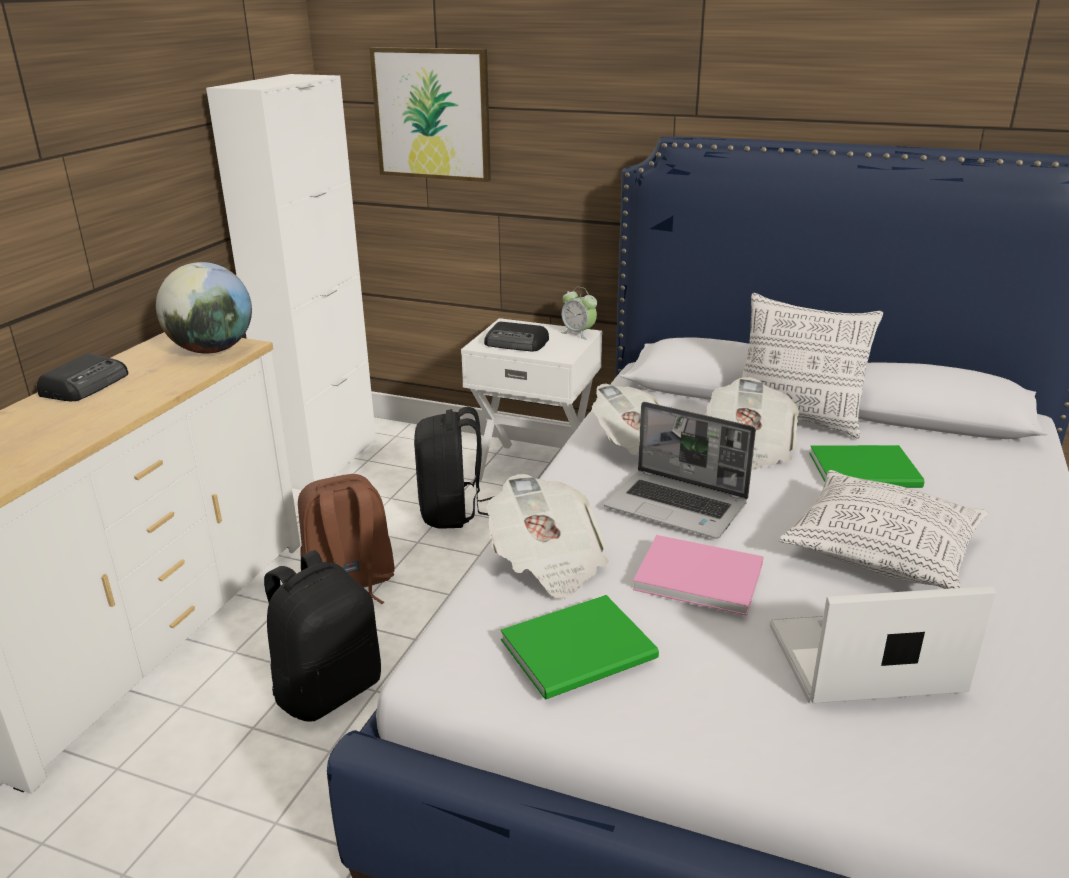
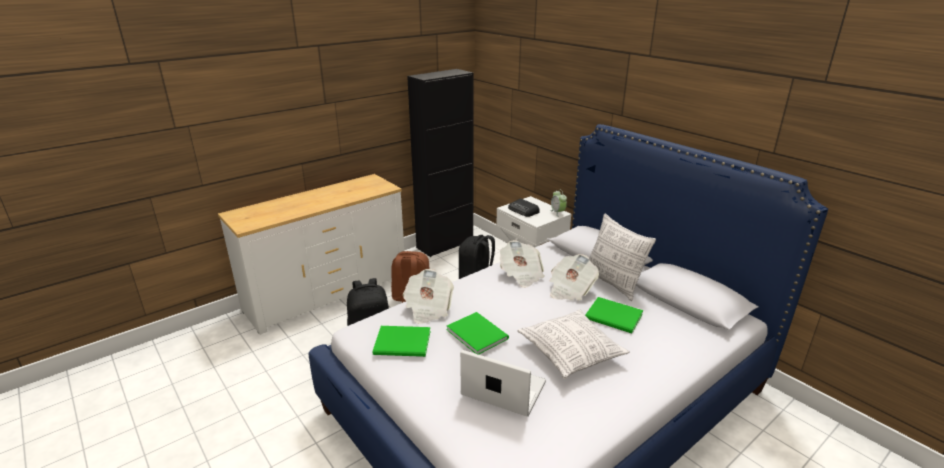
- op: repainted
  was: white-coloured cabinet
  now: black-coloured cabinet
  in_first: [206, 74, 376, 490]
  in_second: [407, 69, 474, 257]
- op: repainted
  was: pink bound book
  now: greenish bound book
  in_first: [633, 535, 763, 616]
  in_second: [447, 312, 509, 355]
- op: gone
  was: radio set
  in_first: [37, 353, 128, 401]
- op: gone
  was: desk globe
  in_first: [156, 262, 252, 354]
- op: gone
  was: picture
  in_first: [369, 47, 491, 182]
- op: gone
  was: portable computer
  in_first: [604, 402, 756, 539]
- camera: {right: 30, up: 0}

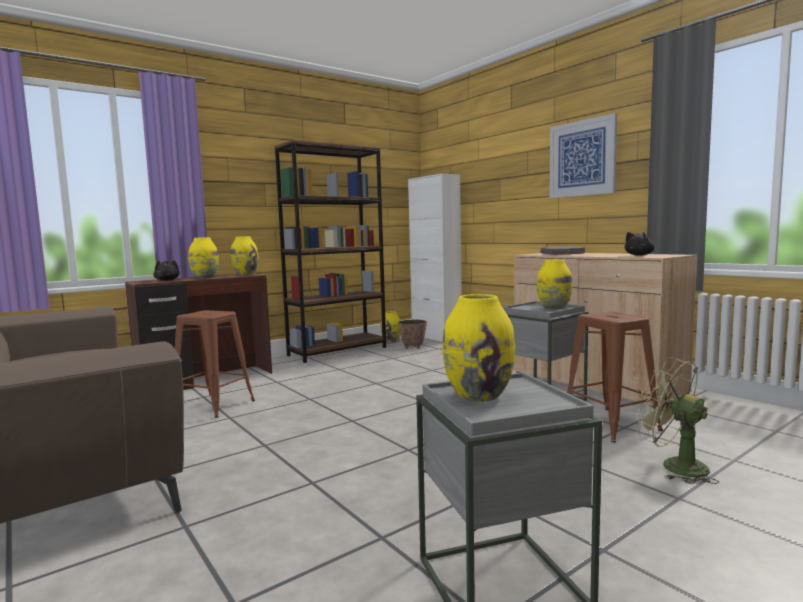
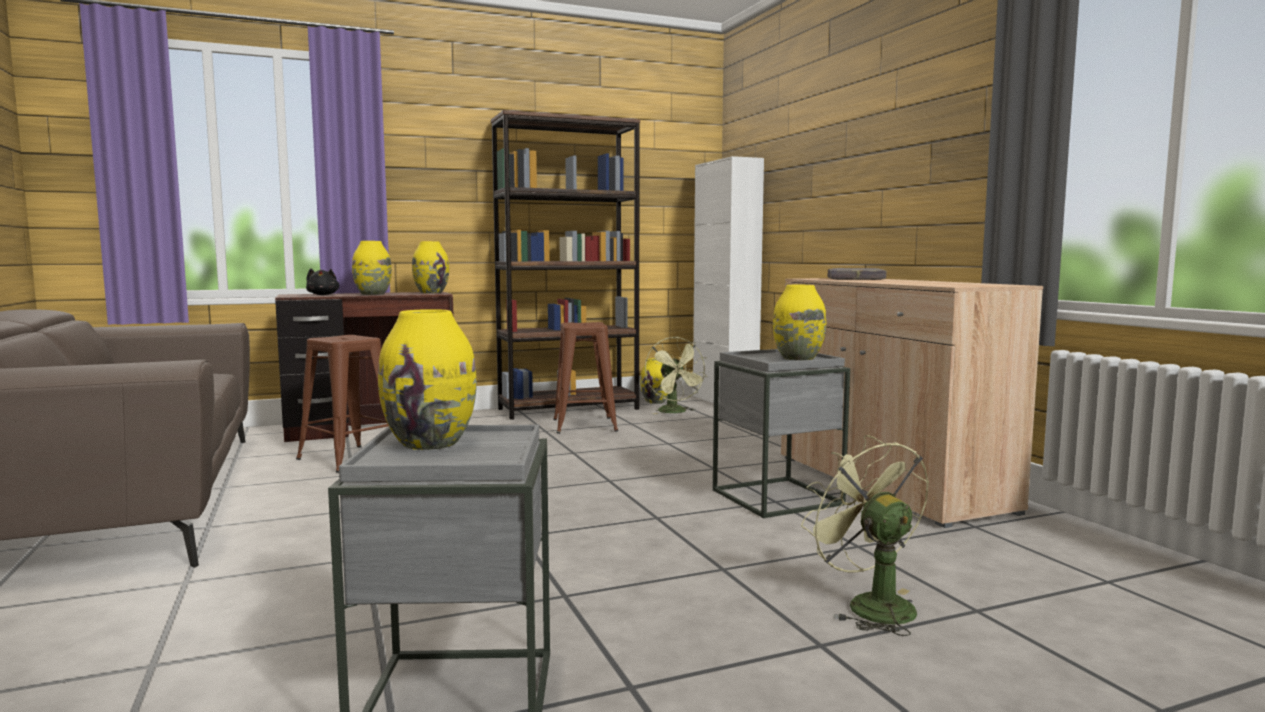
- op: shifted
  was: brownish stool seat
  in_first: [567, 311, 663, 443]
  in_second: [553, 322, 618, 434]
- op: swapped
  was: planter
  now: greenish fan
  in_first: [398, 320, 427, 349]
  in_second: [645, 336, 707, 414]
- op: gone
  was: picture
  in_first: [549, 113, 617, 198]
- op: gone
  was: black-coloured soft toy
  in_first: [624, 232, 654, 256]
- camera: {right: 15, up: 0}

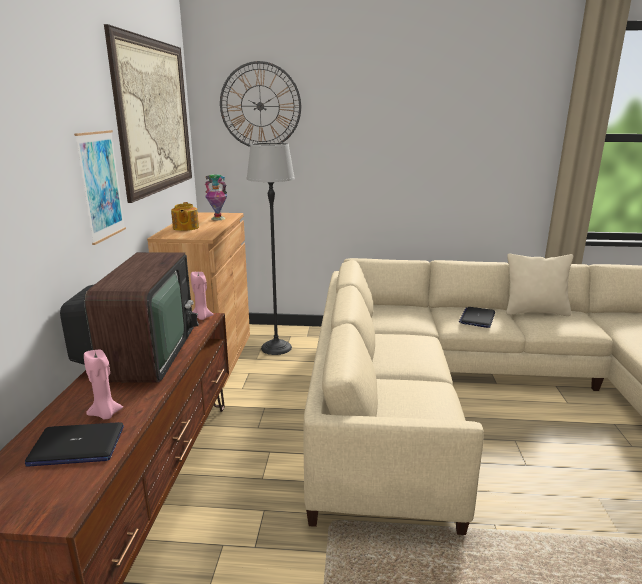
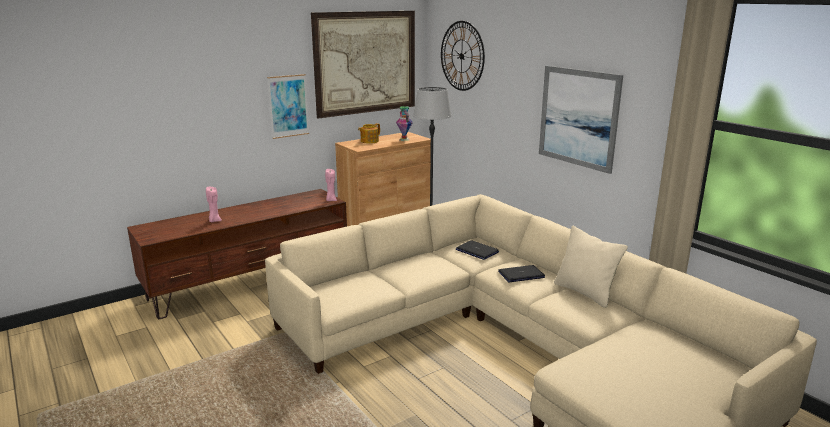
- op: shifted
  was: portable computer
  in_first: [25, 422, 124, 467]
  in_second: [456, 240, 499, 260]
- op: new
  now: picture
  in_second: [539, 66, 623, 174]
- op: gone
  was: TV set
  in_first: [60, 252, 199, 383]
- camera: {right: 50, up: 0}

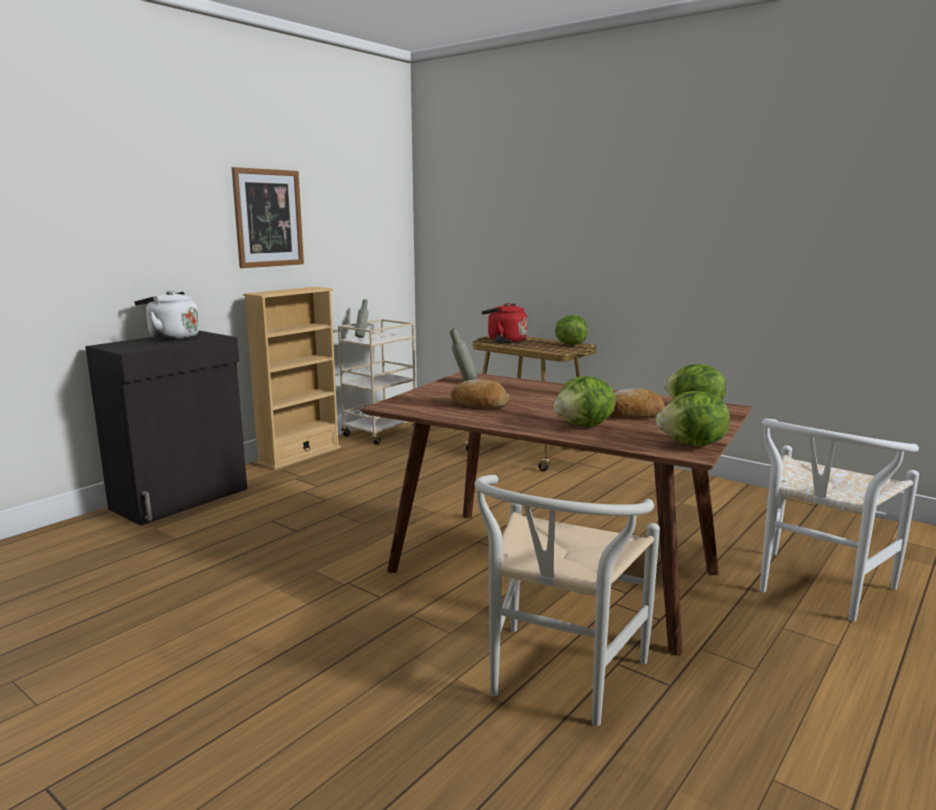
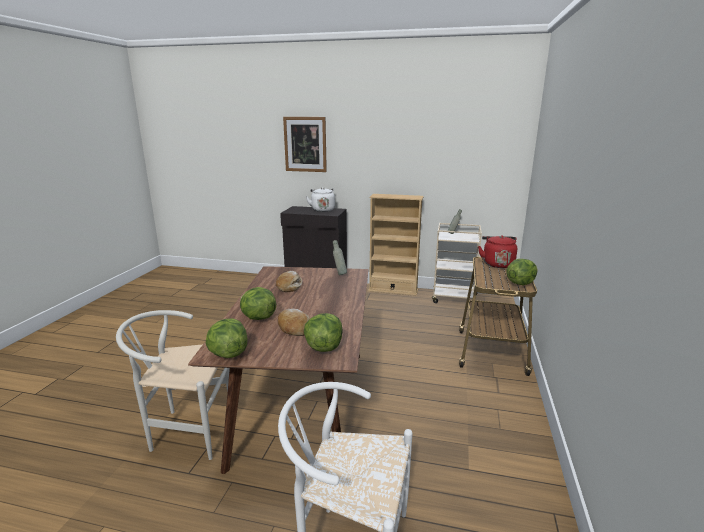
- op: shifted
  was: picture
  in_first: [232, 167, 304, 268]
  in_second: [283, 117, 327, 172]
- camera: {right: 65, up: 5}

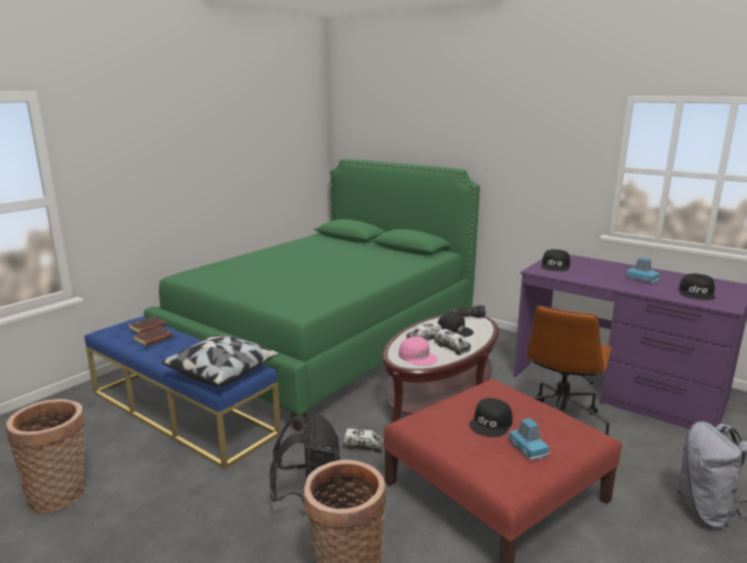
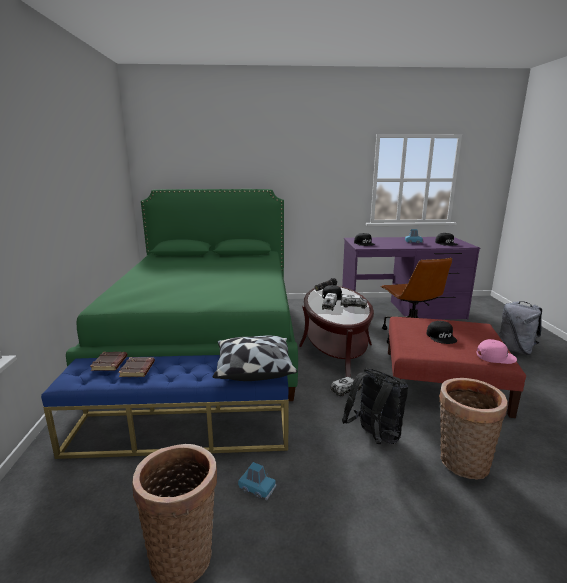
- op: shifted
  was: blue-coloured model car
  in_first: [509, 418, 550, 461]
  in_second: [238, 462, 276, 500]
- op: shifted
  was: pink cap
  in_first: [399, 337, 438, 366]
  in_second: [476, 339, 517, 364]
- camera: {right: -40, up: 0}

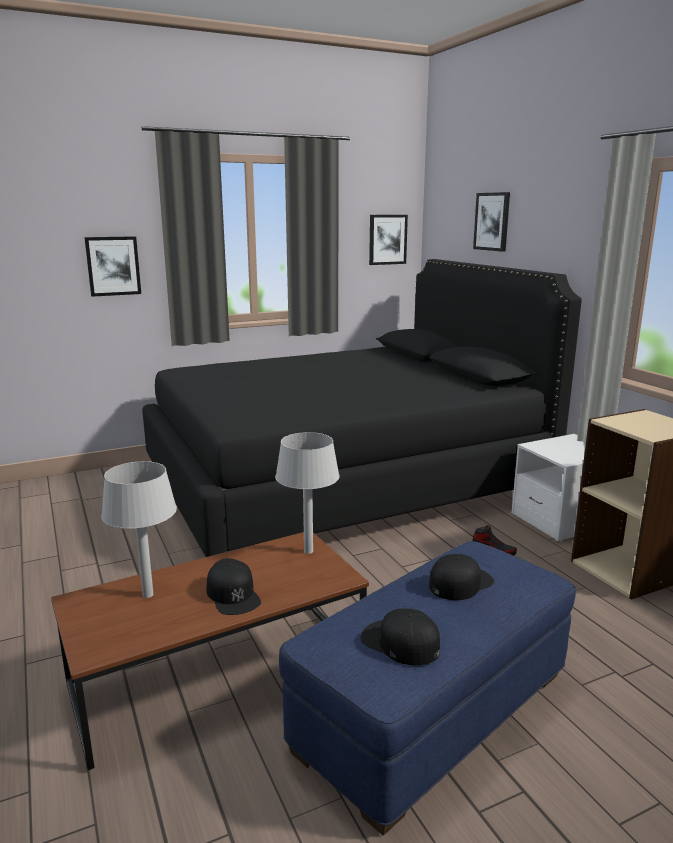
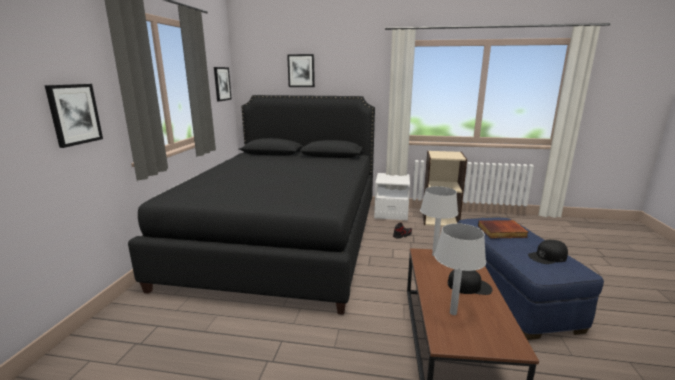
- op: swapped
  was: black-coloured cap
  now: bound book
  in_first: [429, 554, 494, 600]
  in_second: [478, 220, 528, 238]
- camera: {right: -55, up: 0}

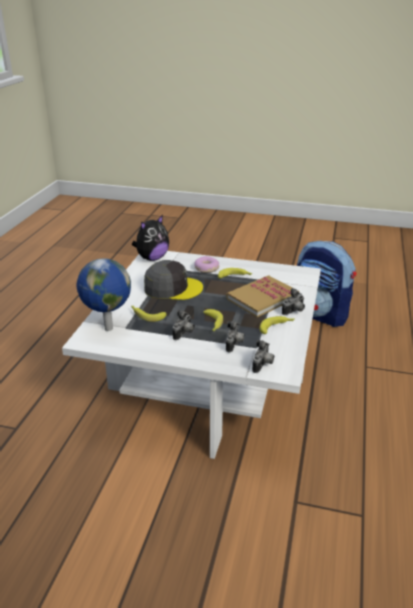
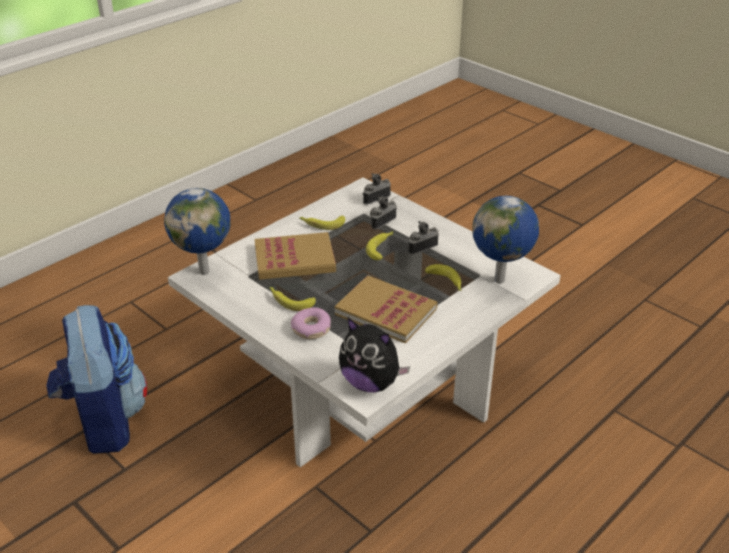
- op: new
  now: desk globe
  in_second: [164, 188, 230, 275]
- op: swapped
  was: grey cap
  now: bound book
  in_first: [144, 260, 203, 300]
  in_second: [335, 275, 437, 344]
- op: rotated
  was: soft toy
  in_first: [132, 215, 169, 261]
  in_second: [339, 318, 410, 392]
  clockwise: -135
- op: gone
  was: photo camera
  in_first: [282, 288, 305, 315]
- camera: {right: -150, up: 5}

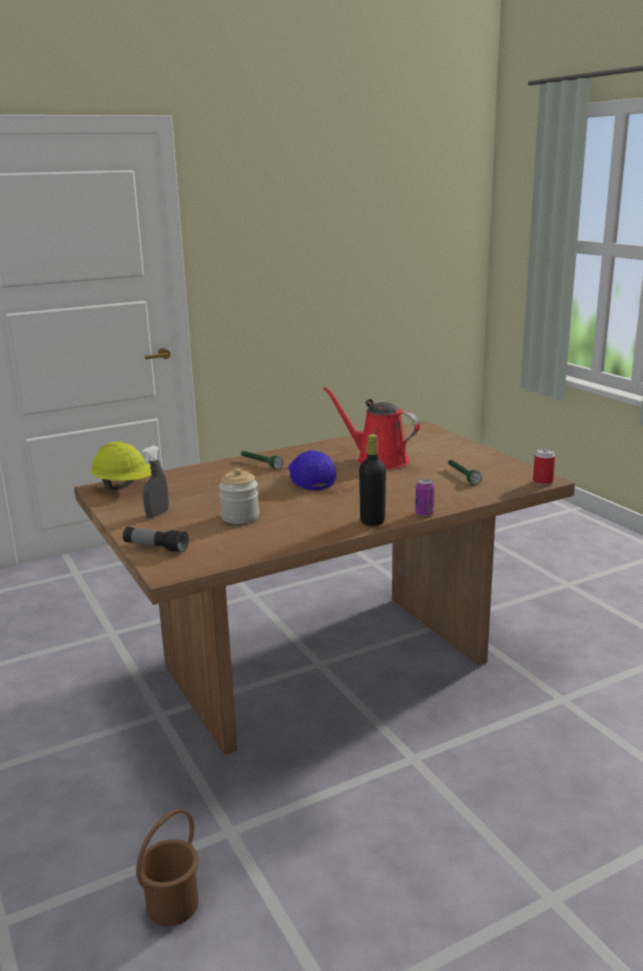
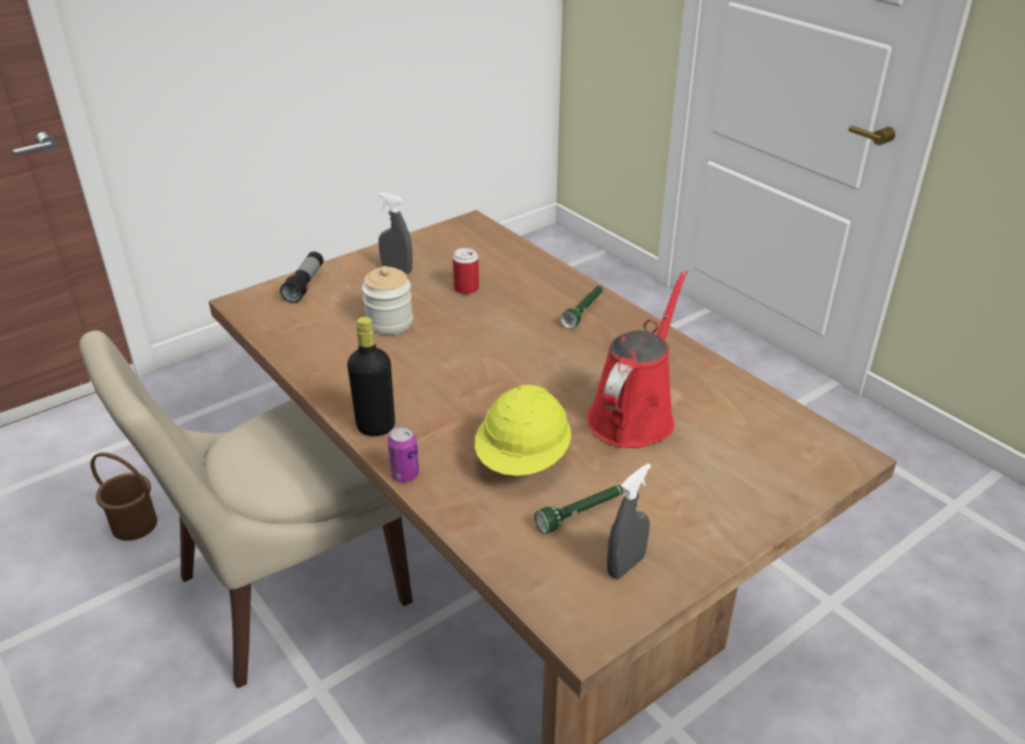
- op: new
  now: beige-coloured chair
  in_second: [79, 330, 413, 688]
- op: shifted
  was: sealed can
  in_first: [533, 449, 555, 485]
  in_second: [453, 248, 479, 295]
- op: shifted
  was: yellow-coloured safety helmet
  in_first: [91, 441, 151, 490]
  in_second: [474, 385, 571, 476]
- op: new
  now: grey spray bottle
  in_second: [607, 464, 651, 579]
- op: gone
  was: blue-coloured cap
  in_first: [288, 450, 337, 491]
- camera: {right: 80, up: 15}

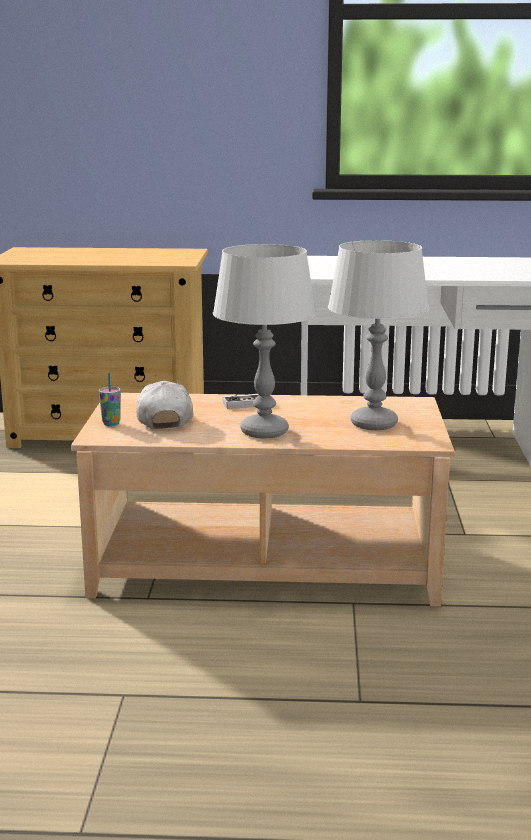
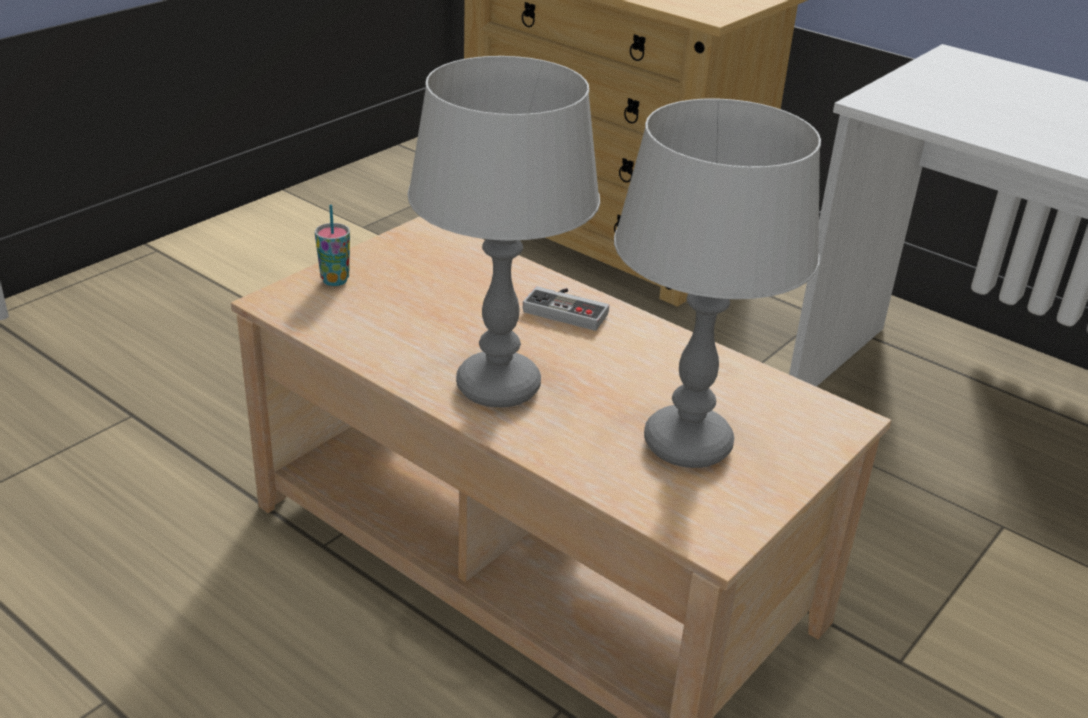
- op: gone
  was: white-coloured cap
  in_first: [136, 381, 194, 429]
- camera: {right: 35, up: 15}

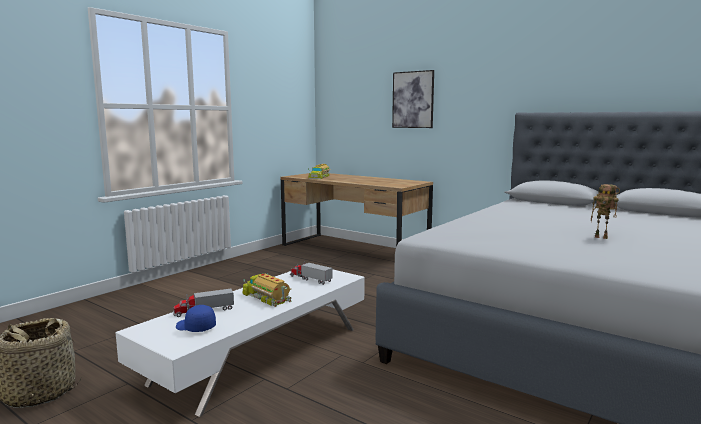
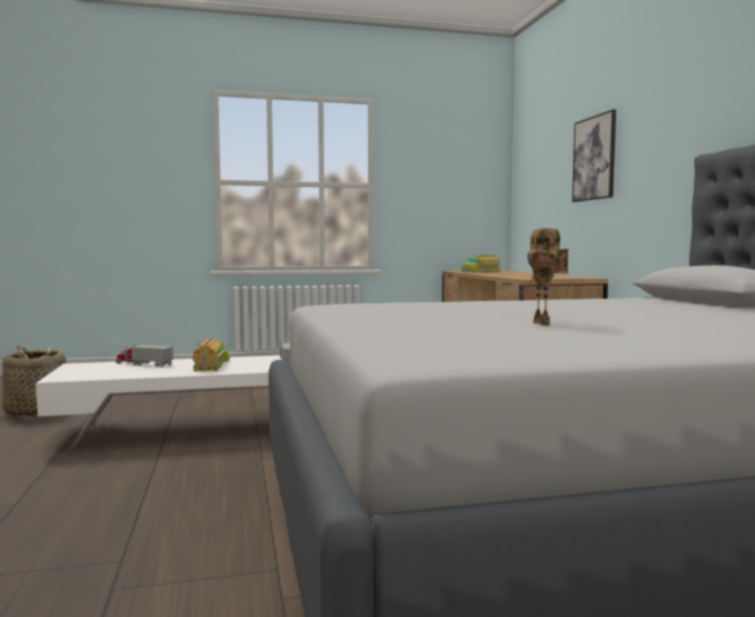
- op: gone
  was: blue-coloured cap
  in_first: [176, 305, 216, 332]
- camera: {right: 40, up: -5}

